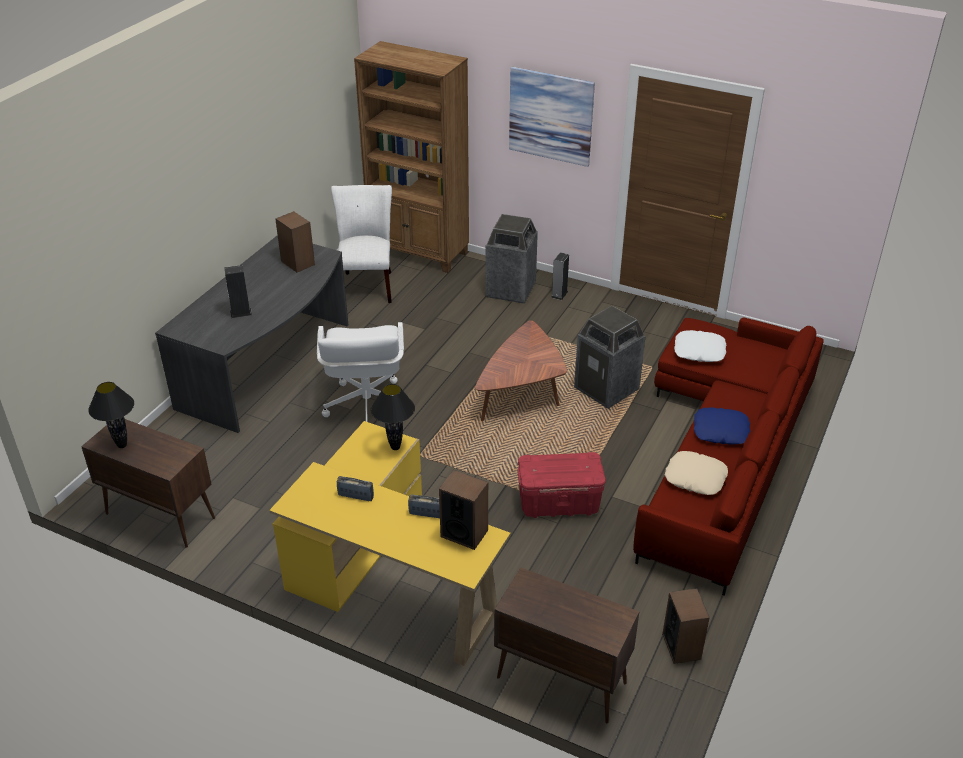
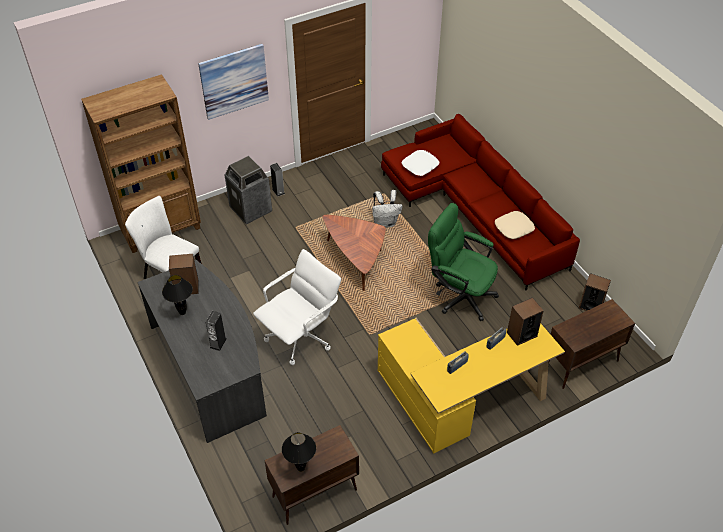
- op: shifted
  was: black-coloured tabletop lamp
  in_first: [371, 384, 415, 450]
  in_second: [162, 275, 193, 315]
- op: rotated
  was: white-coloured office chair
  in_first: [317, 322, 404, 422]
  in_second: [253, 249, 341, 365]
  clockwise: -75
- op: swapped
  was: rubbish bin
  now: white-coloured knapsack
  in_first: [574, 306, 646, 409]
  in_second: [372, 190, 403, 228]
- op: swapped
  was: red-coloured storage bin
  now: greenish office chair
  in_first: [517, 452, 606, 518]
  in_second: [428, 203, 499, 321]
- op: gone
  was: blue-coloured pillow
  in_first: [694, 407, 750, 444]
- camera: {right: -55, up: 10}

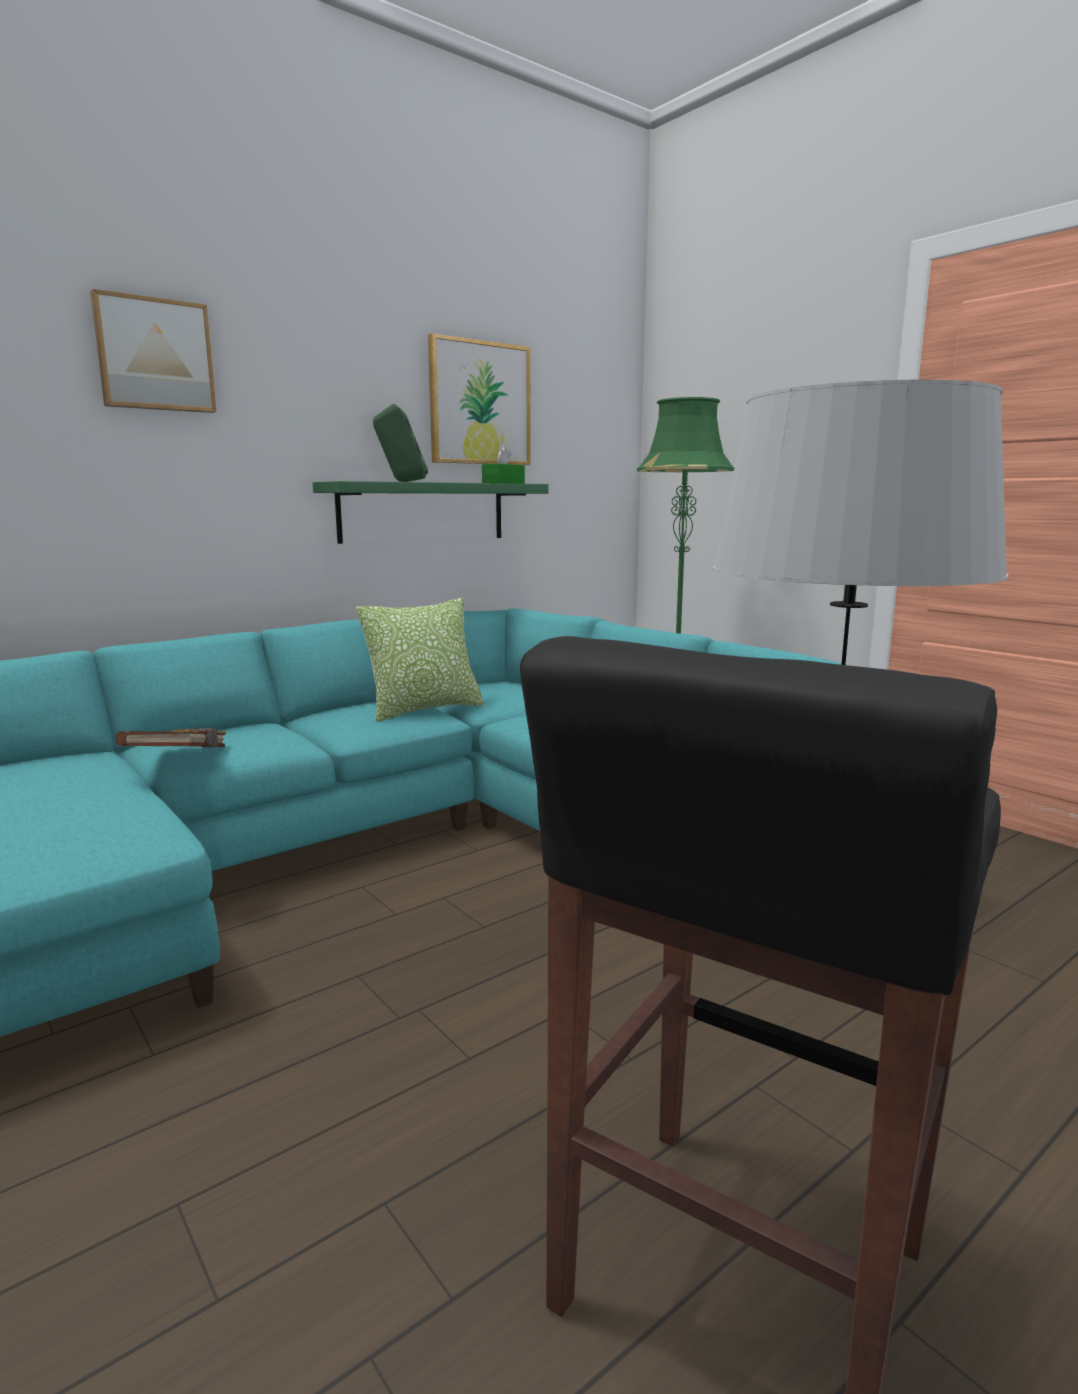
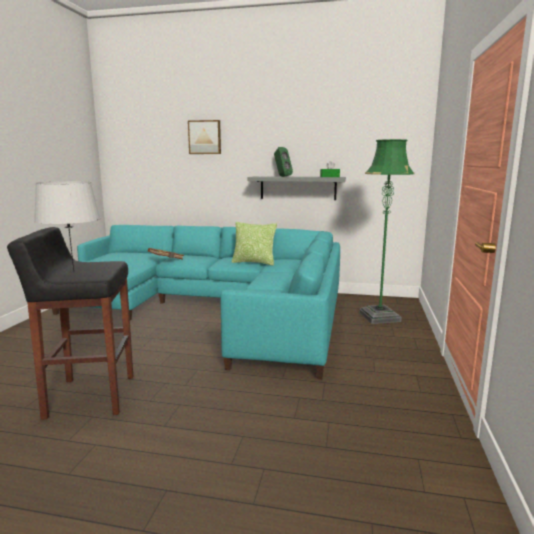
- op: repainted
  was: greenish shelf
  now: grey shelf
  in_first: [313, 481, 549, 544]
  in_second: [248, 176, 346, 200]
- op: gone
  was: picture
  in_first: [428, 333, 531, 465]
- camera: {right: 50, up: 0}

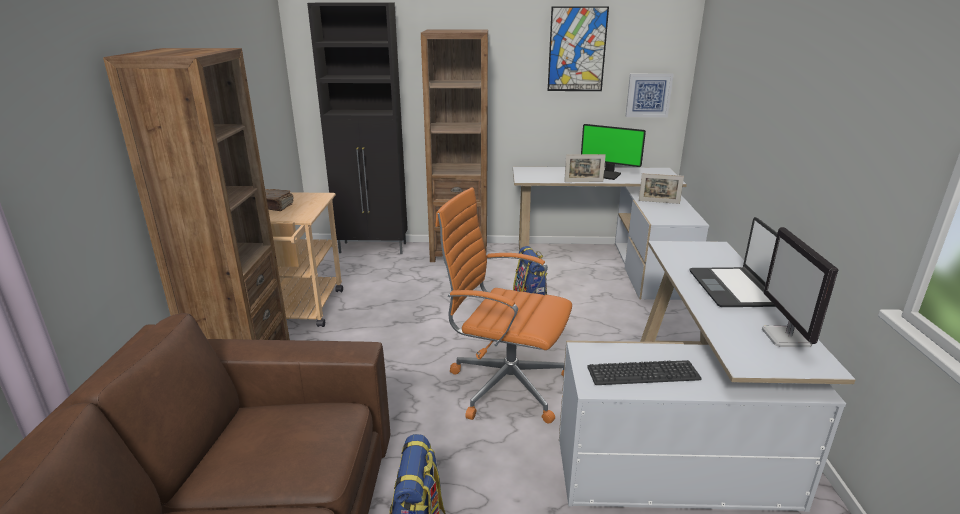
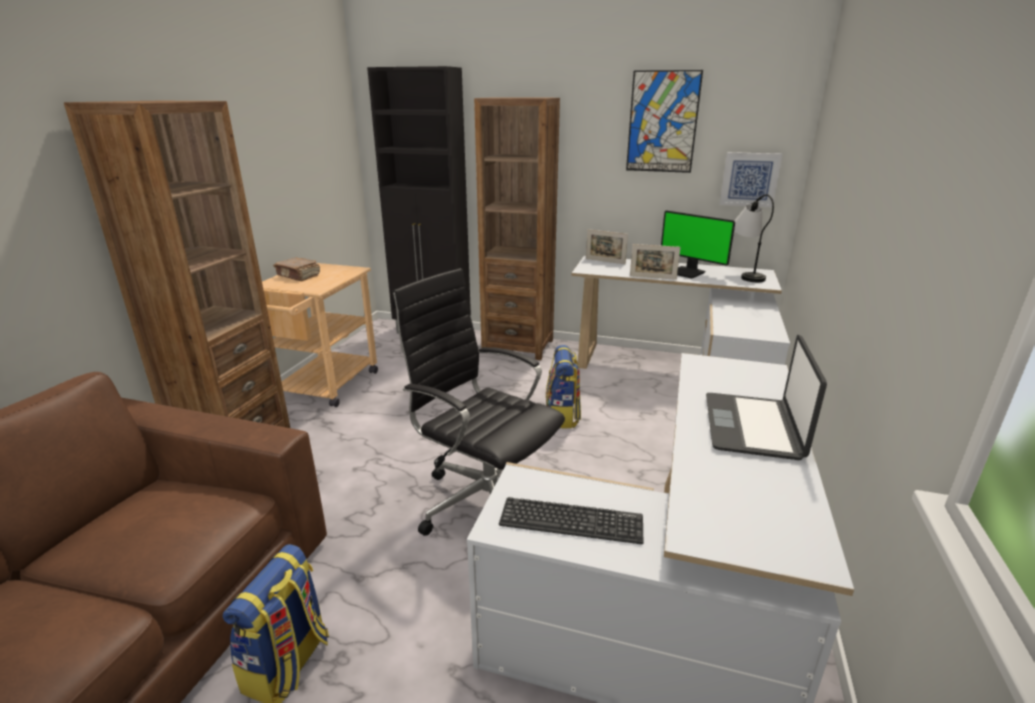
- op: repainted
  was: orange office chair
  now: black-coloured office chair
  in_first: [435, 187, 572, 424]
  in_second: [392, 268, 565, 536]
- op: shifted
  was: picture frame
  in_first: [639, 173, 684, 204]
  in_second: [586, 229, 628, 264]
- op: new
  now: tabletop lamp
  in_second: [734, 194, 774, 282]
- op: gone
  was: monitor
  in_first: [762, 227, 838, 347]
- camera: {right: 15, up: 0}

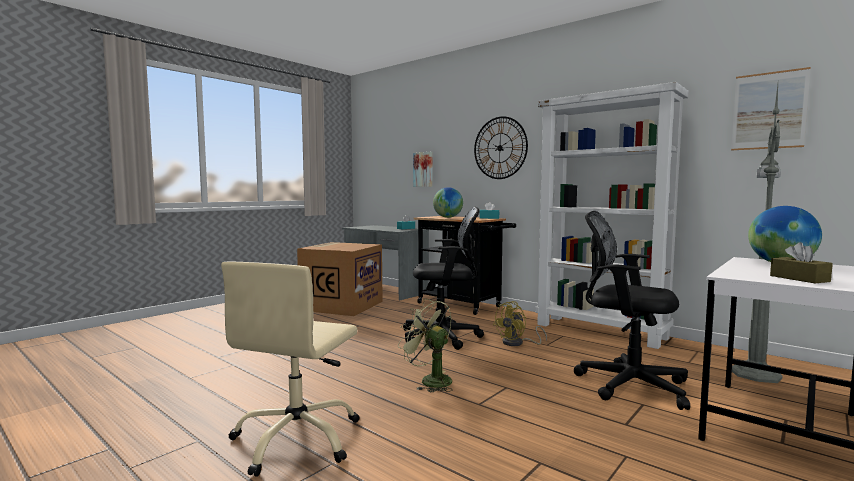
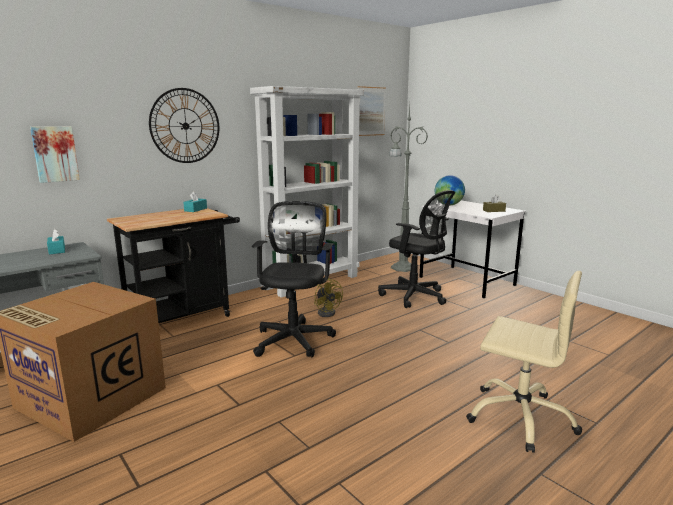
- op: rotated
  was: black-coloured office chair
  in_first: [574, 211, 690, 410]
  in_second: [378, 190, 455, 308]
  clockwise: -90
- op: gone
  was: greenish fan
  in_first: [398, 299, 452, 392]
- op: gone
  was: desk globe
  in_first: [433, 187, 463, 218]
- camera: {right: -80, up: 10}

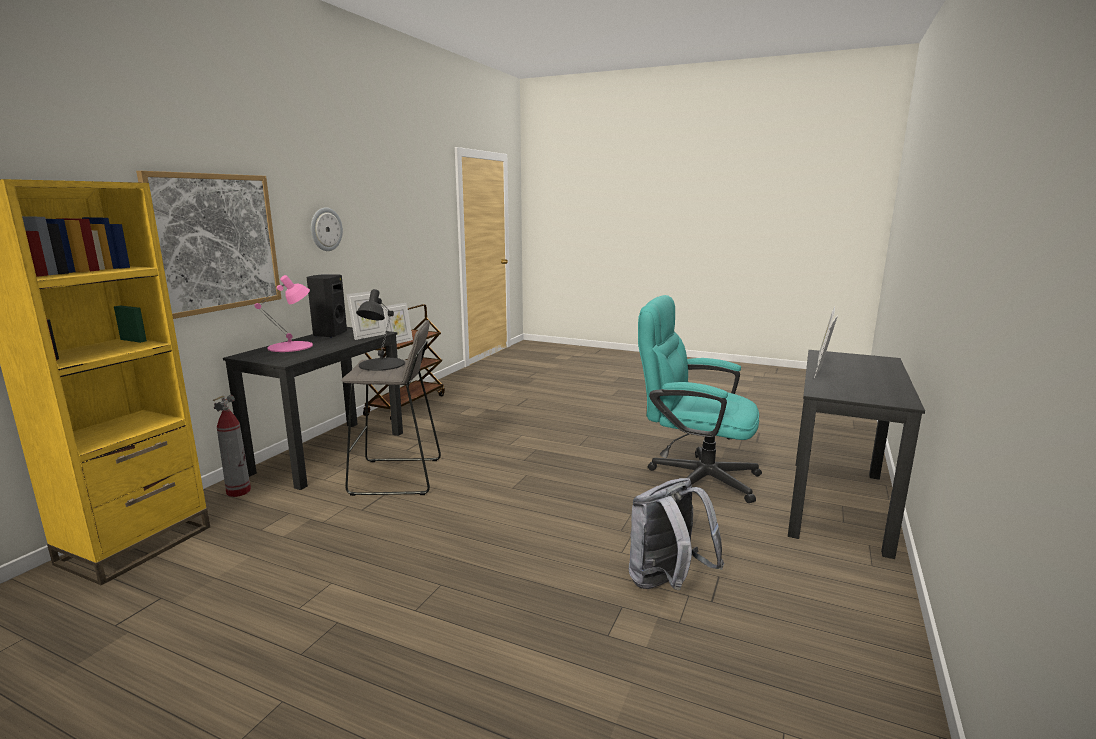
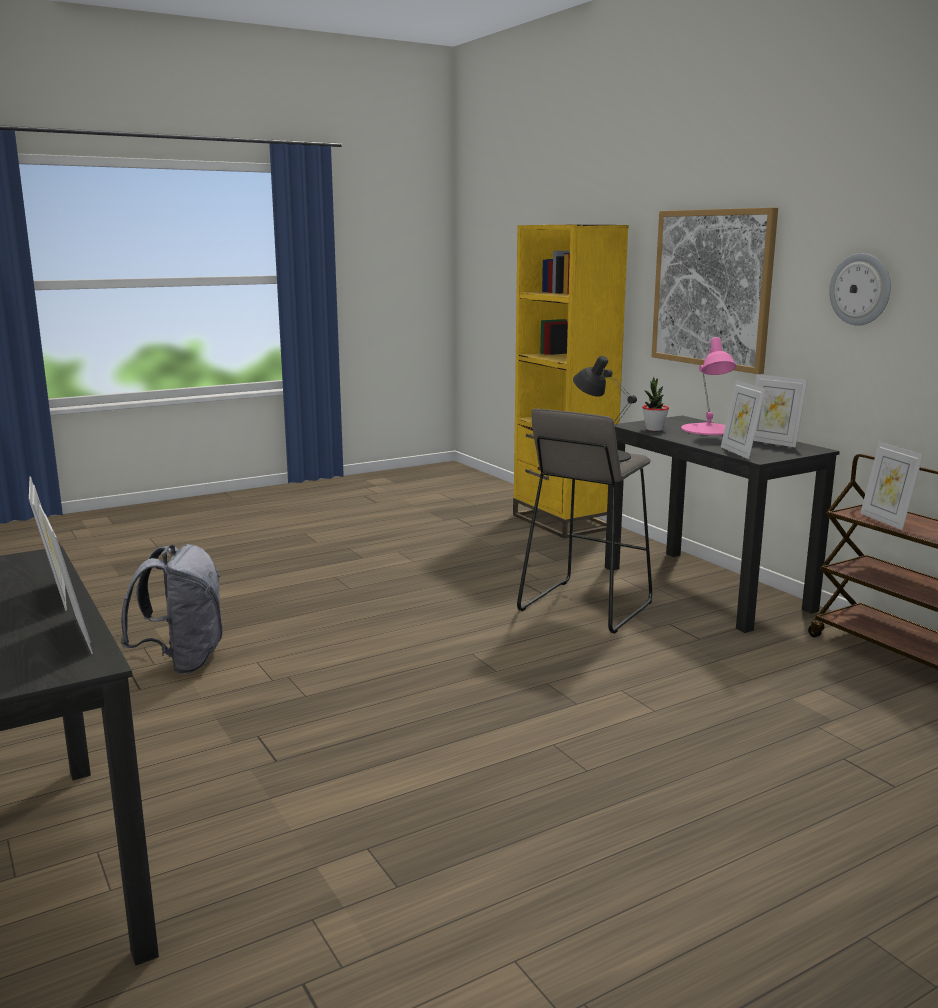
- op: new
  now: plant in a pot
  in_second: [642, 377, 669, 431]
- op: swapped
  was: black-coloured loudspeaker
  now: picture frame
  in_first: [307, 275, 347, 338]
  in_second: [753, 374, 807, 448]
- op: gone
  was: fire-fighting cylinder
  in_first: [213, 395, 251, 497]
- op: gone
  was: turquoise office chair
  in_first: [638, 295, 762, 503]
- camera: {right: 125, up: 0}

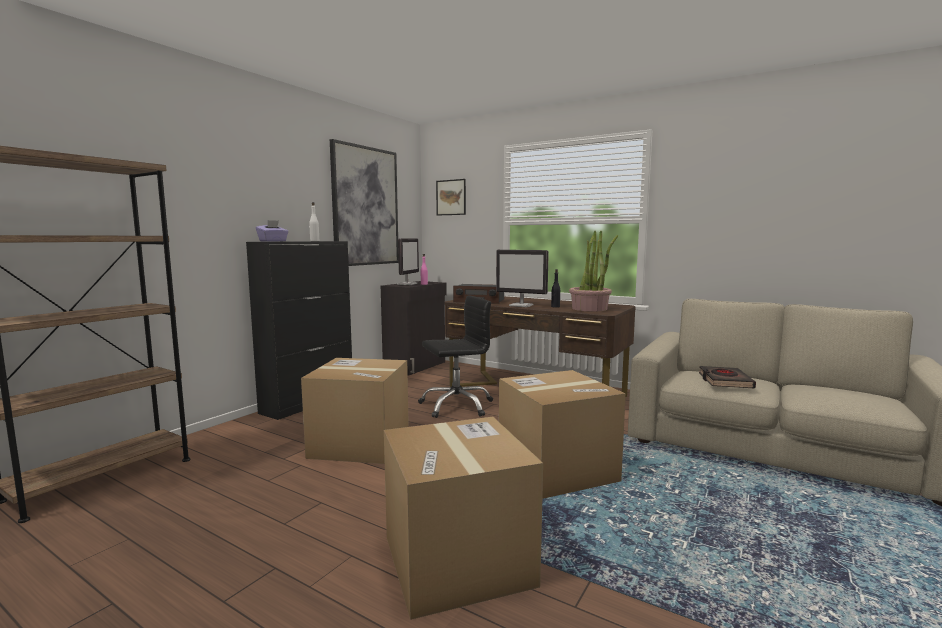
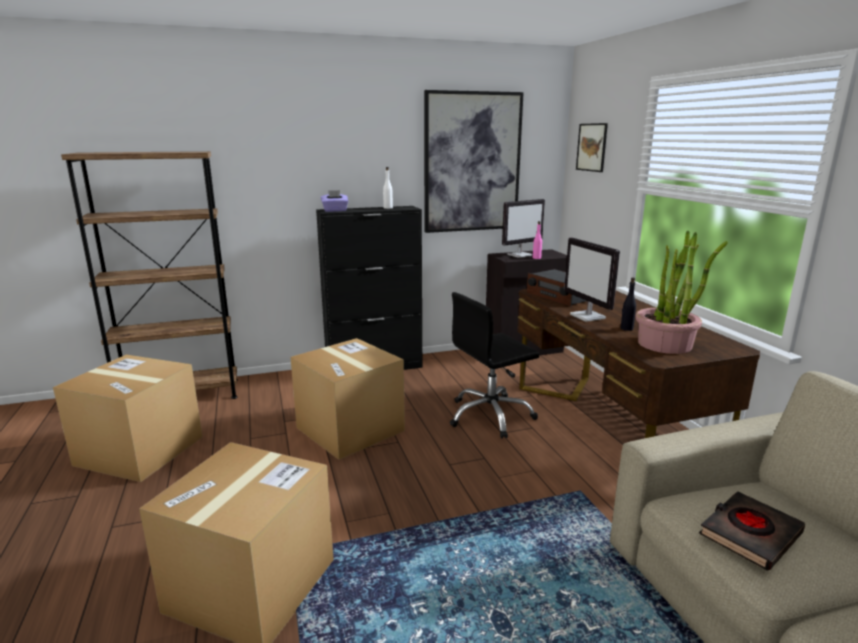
- op: shifted
  was: cardboard box
  in_first: [499, 370, 626, 499]
  in_second: [53, 355, 203, 482]
- op: rotated
  was: black-coloured office chair
  in_first: [418, 295, 493, 418]
  in_second: [450, 292, 540, 439]
  clockwise: 135
- camera: {right: 40, up: 10}

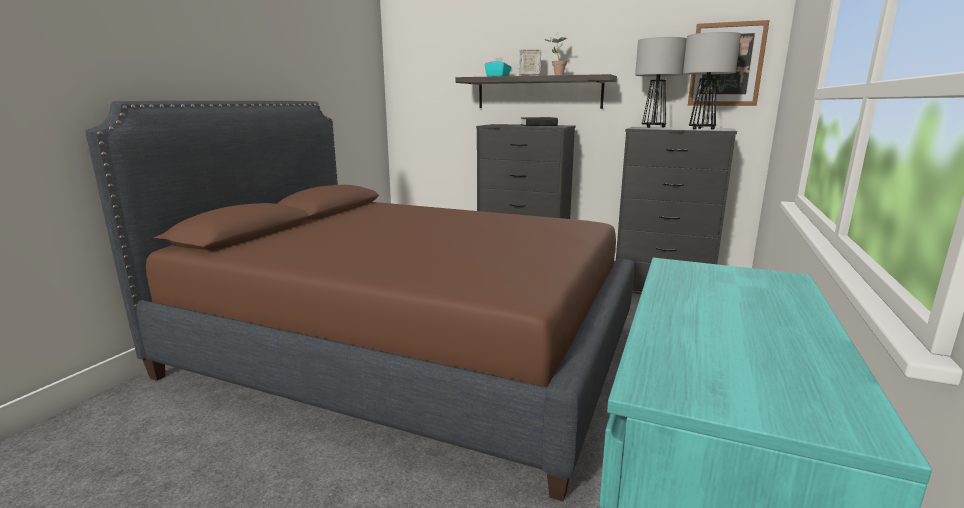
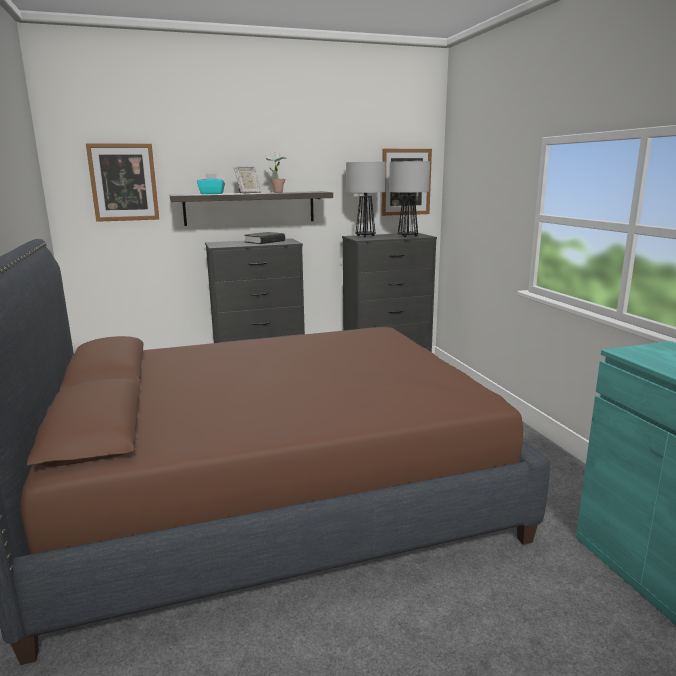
- op: new
  now: picture
  in_second: [86, 143, 159, 222]
- camera: {right: -40, up: 0}

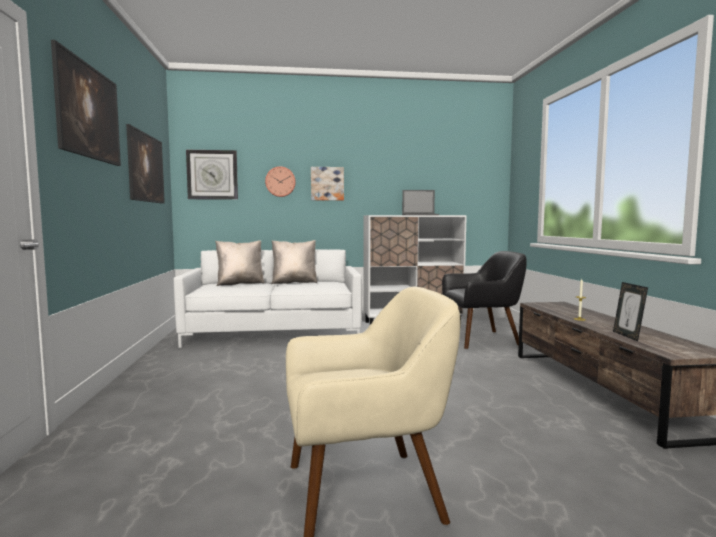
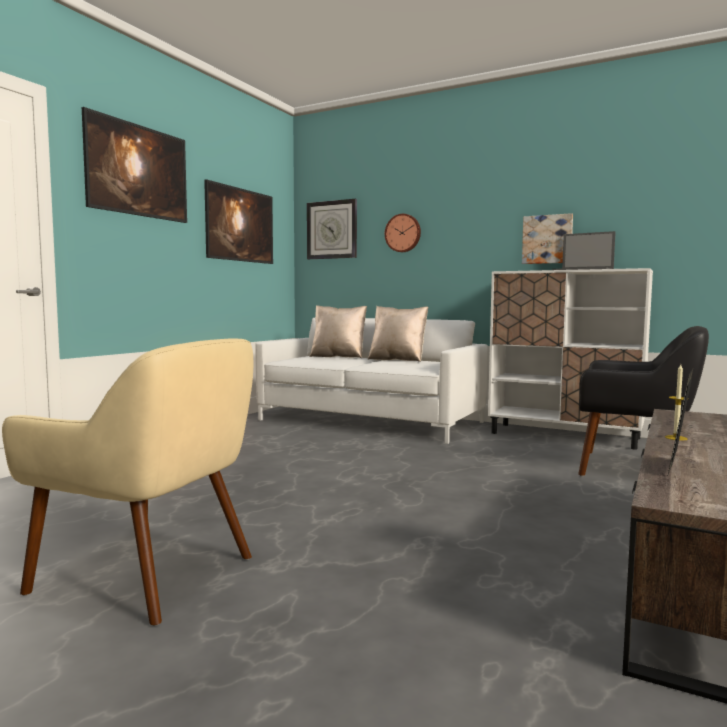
- op: shifted
  was: picture
  in_first: [311, 167, 344, 201]
  in_second: [522, 213, 573, 264]
- camera: {right: 35, up: 0}

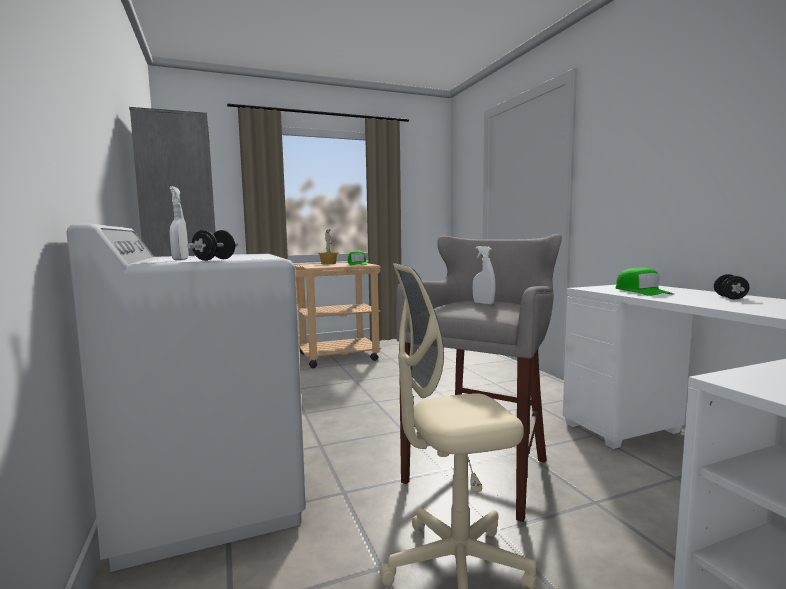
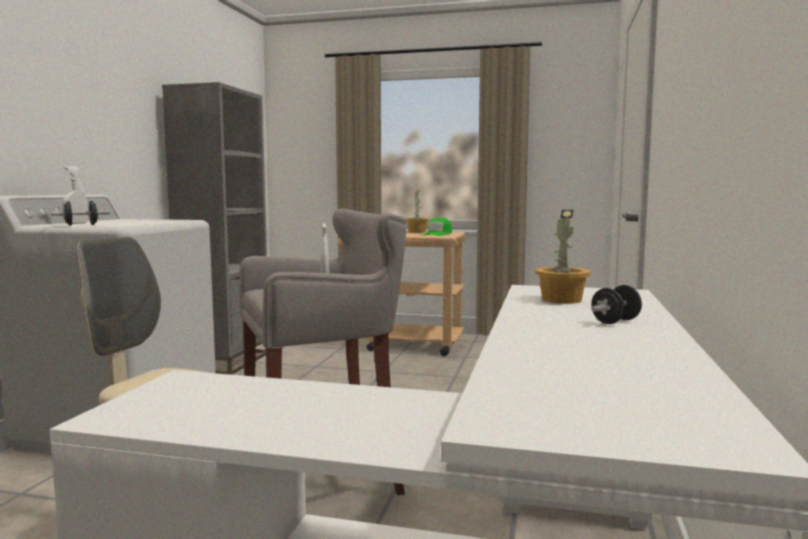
- op: swapped
  was: greenish cap
  now: plant in a pot
  in_first: [615, 268, 674, 296]
  in_second: [535, 210, 591, 304]
- camera: {right: 35, up: 0}

